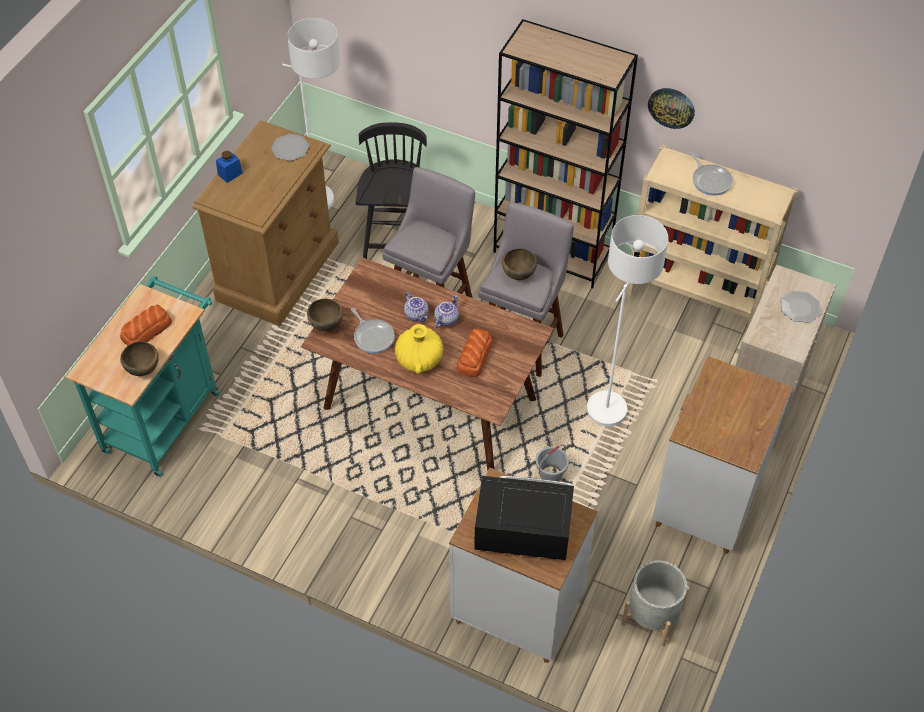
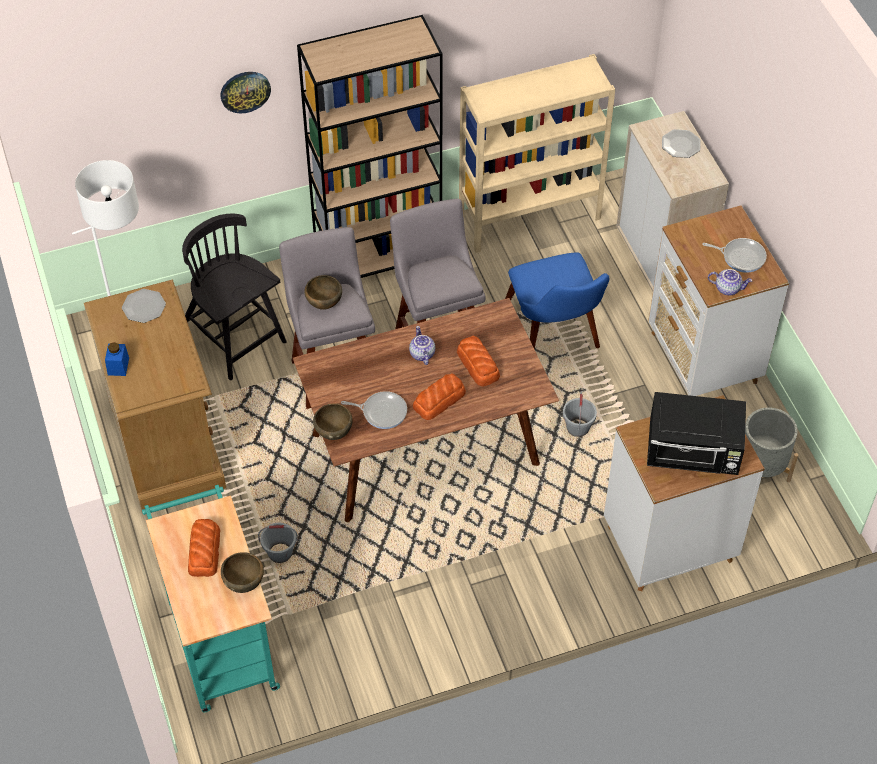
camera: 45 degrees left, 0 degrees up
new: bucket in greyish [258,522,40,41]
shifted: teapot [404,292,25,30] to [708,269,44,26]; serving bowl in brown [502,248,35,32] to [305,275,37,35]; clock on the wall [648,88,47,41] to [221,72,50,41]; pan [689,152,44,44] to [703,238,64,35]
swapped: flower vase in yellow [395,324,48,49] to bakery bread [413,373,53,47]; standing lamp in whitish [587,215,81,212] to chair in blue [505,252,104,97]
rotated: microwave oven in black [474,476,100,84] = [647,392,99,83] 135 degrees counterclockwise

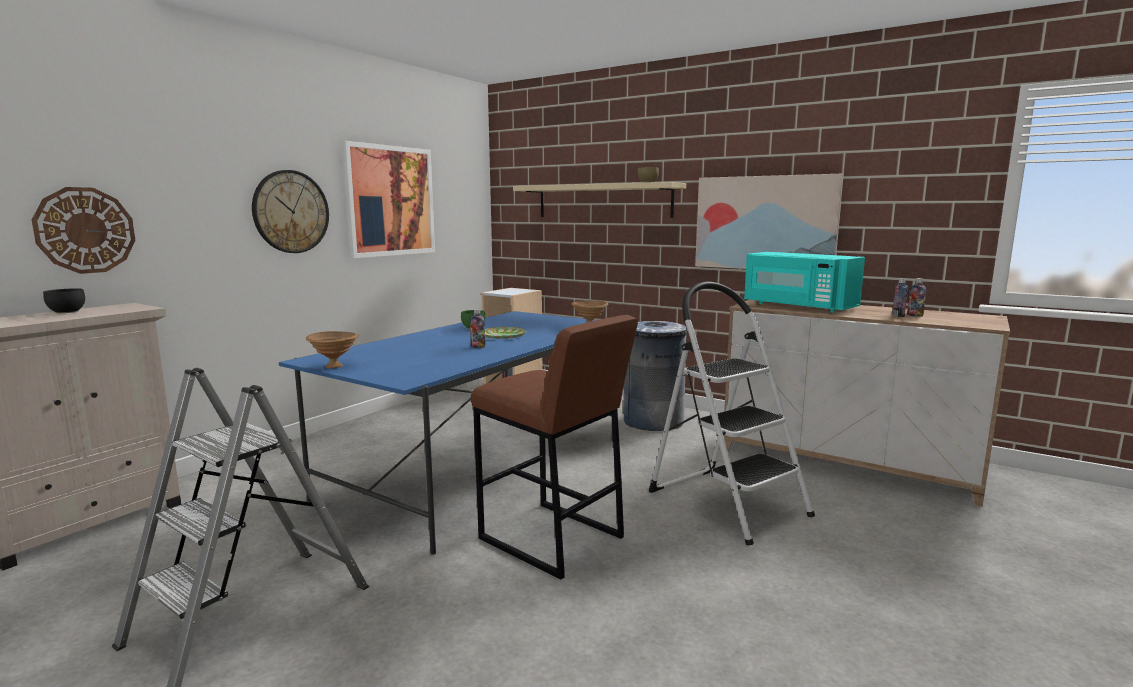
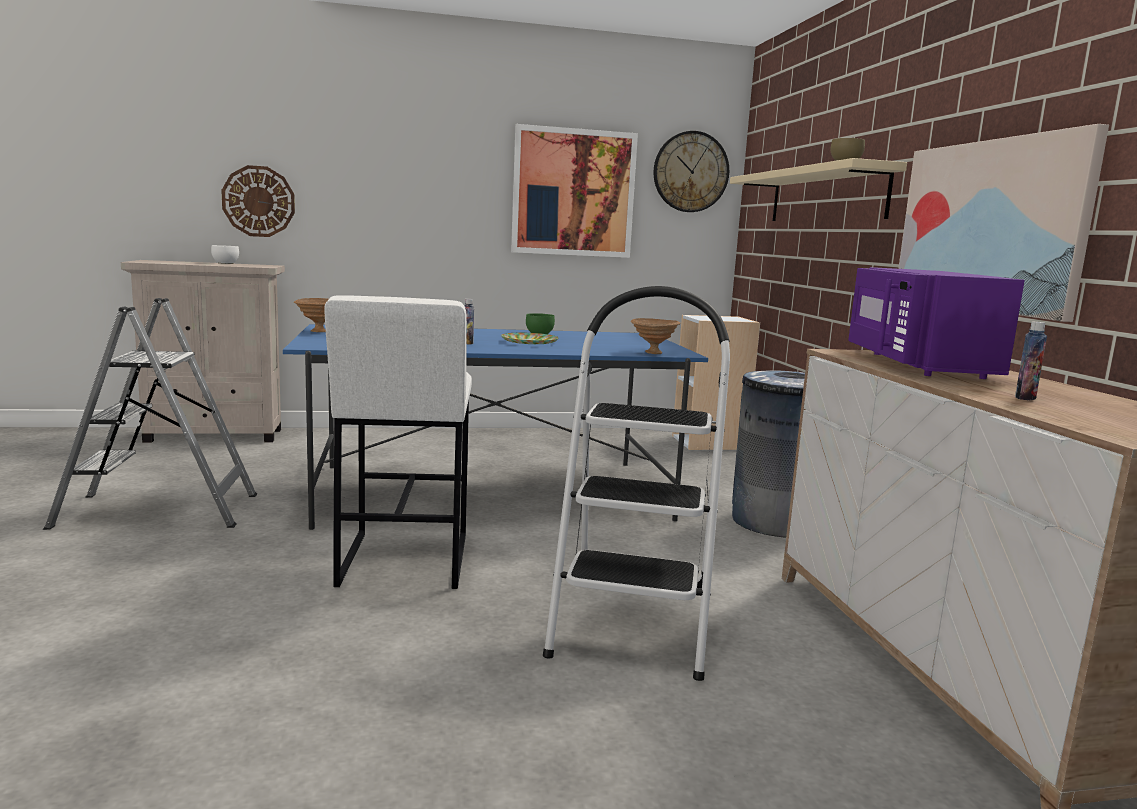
camera: 45 degrees right, 0 degrees up
gone: beverage bottle [907,278,19,39]
shifted: clock on the wall [252,170,77,83] to [653,131,76,81]
repainted: serving bowl in black [43,288,42,25] to serving bowl in whitish [211,245,28,19]; sitting stool in brown [471,315,167,265] to sitting stool in whitish [324,295,148,294]; microwave oven in blue-green [744,252,121,61] to microwave oven in purplish [848,267,177,112]

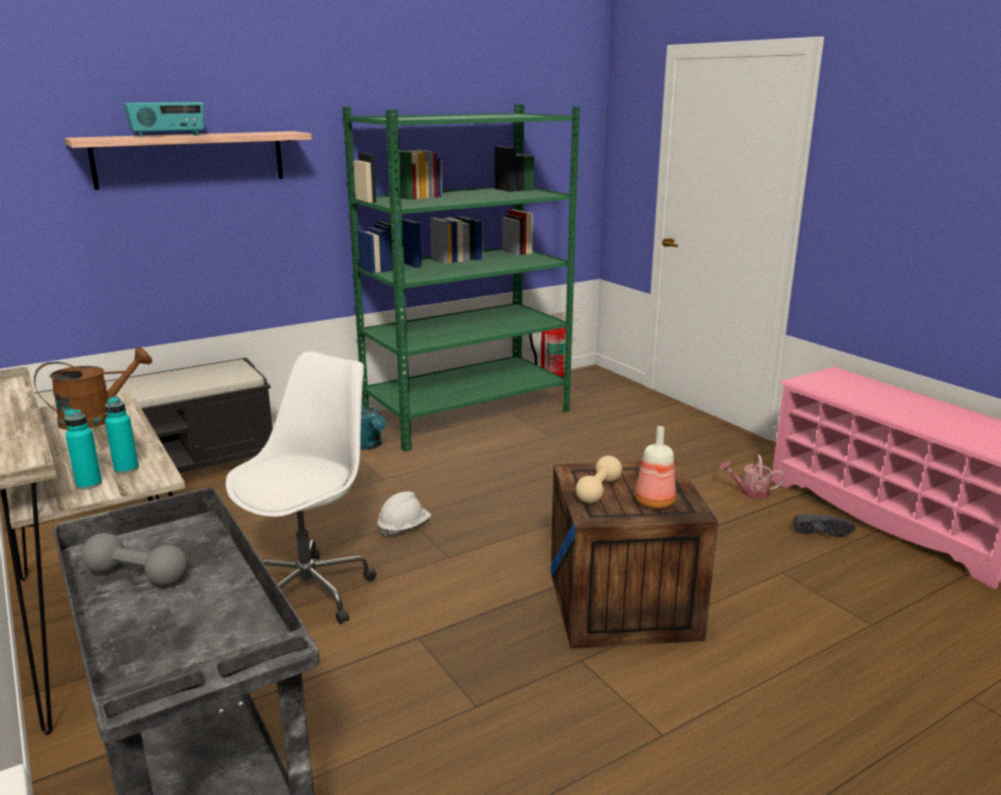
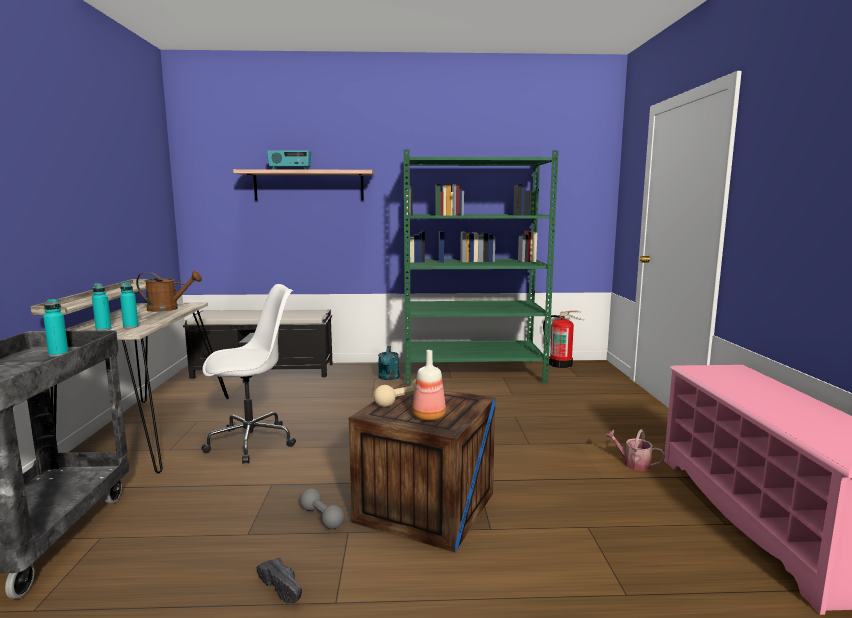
camera: 30 degrees right, 10 degrees down
gone: safety helmet in whitish [377,492,54,46]
new: beverage bottle in blue-green [43,299,26,58]
shifted: free weight in greyish [81,533,107,53] to [300,488,45,41]; shoe in black [794,514,61,23] to [257,558,45,45]

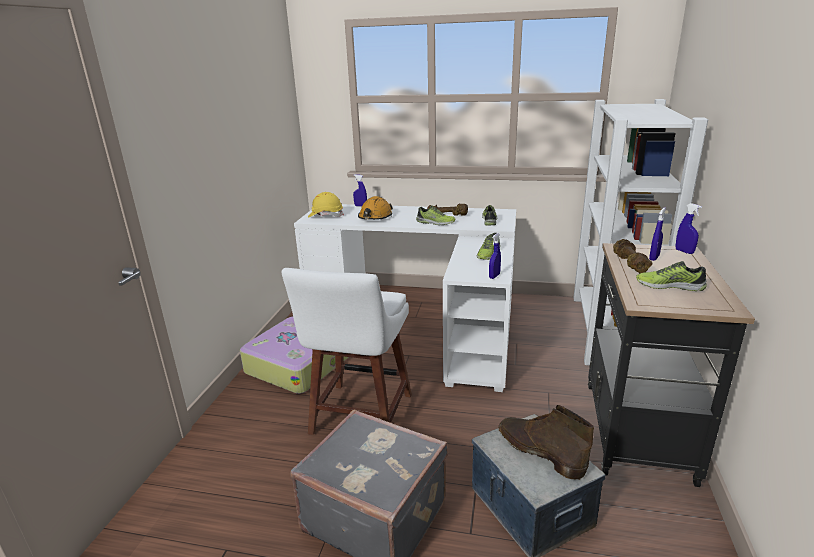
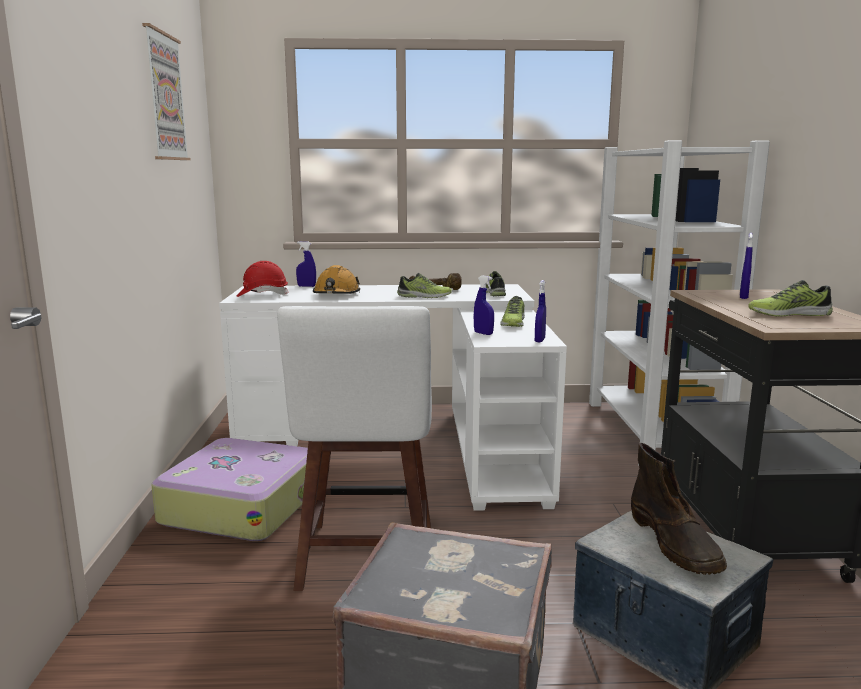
camera: 15 degrees left, 10 degrees down
gone: free weight in brown [613,239,40,34]
new: picture [142,23,49,137]
shifted: sprayer in blue [676,203,26,51] to [474,275,20,60]
repainted: safety helmet in yellow [308,192,36,25] to safety helmet in red [237,261,52,36]
rotated: boot in brown [498,405,96,75] = [631,443,96,132] 135 degrees counterclockwise

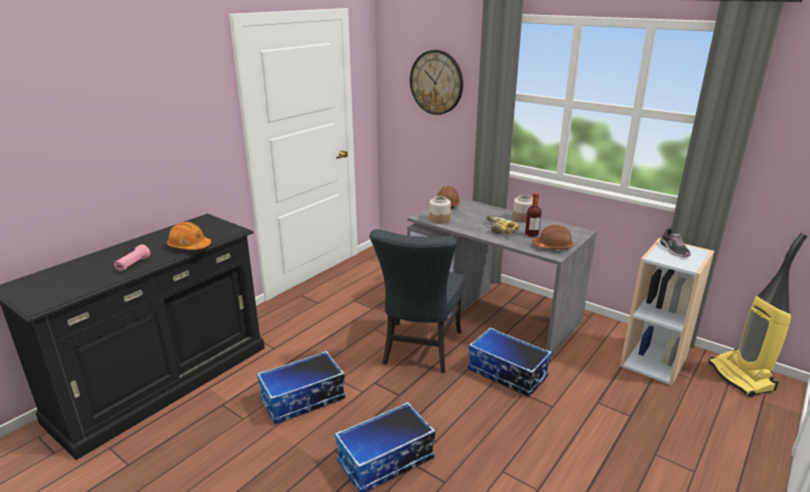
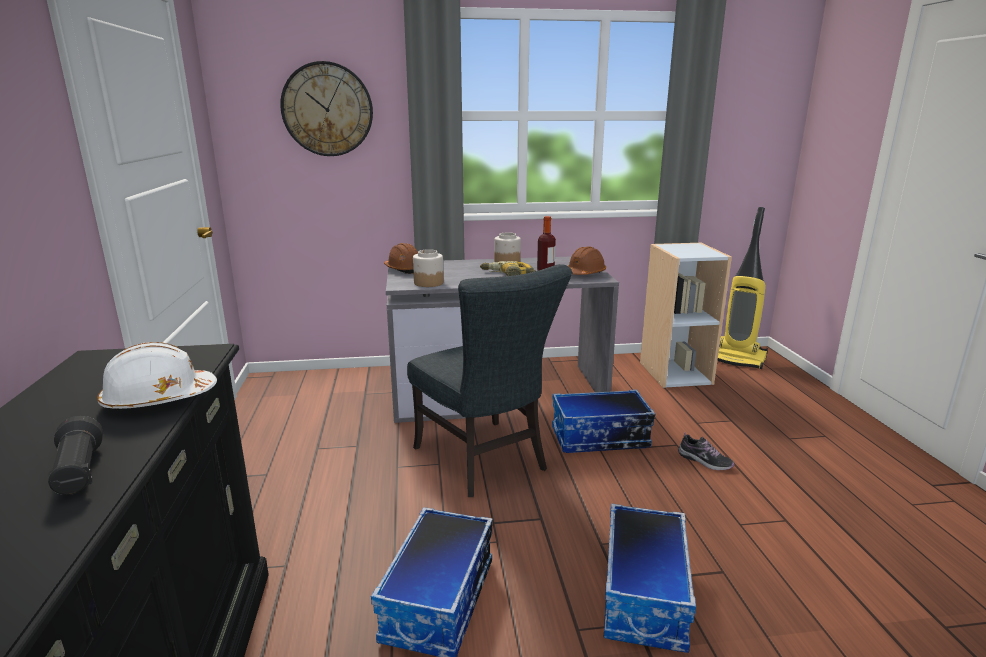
camera: 45 degrees left, 5 degrees down
shifted: shoe [660,226,31,31] to [678,432,56,38]
repainted: hand torch in pinkish [114,244,36,27] to hand torch in black [48,416,55,79]; safety helmet in orange [167,222,44,28] to safety helmet in whitish [97,342,120,69]

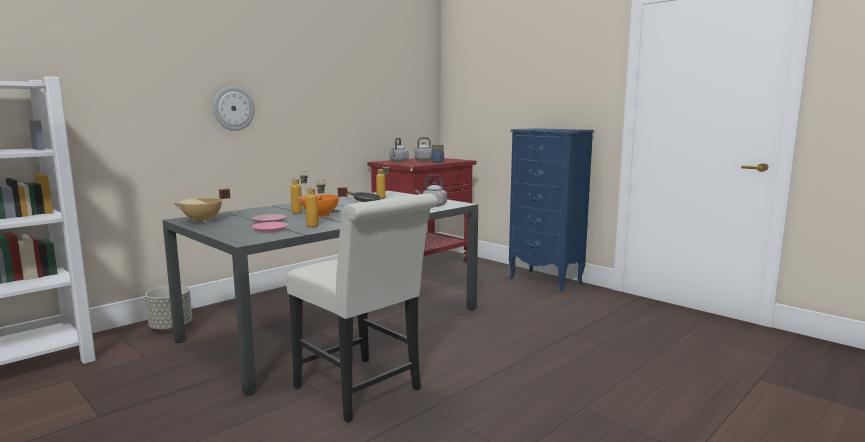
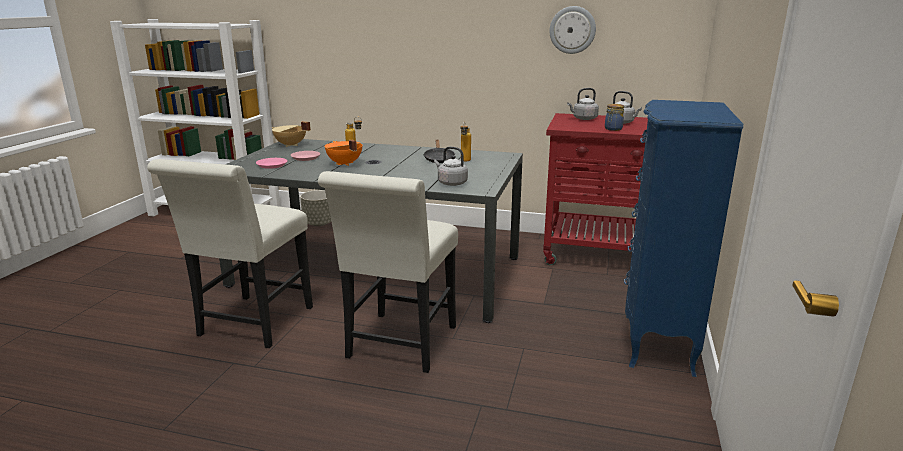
camera: 60 degrees right, 10 degrees up
gone: beverage bottle [305,179,20,48]
new: chair in whitish [318,171,140,202]
shifted: clock on the wall [213,86,42,45] to [549,6,47,48]

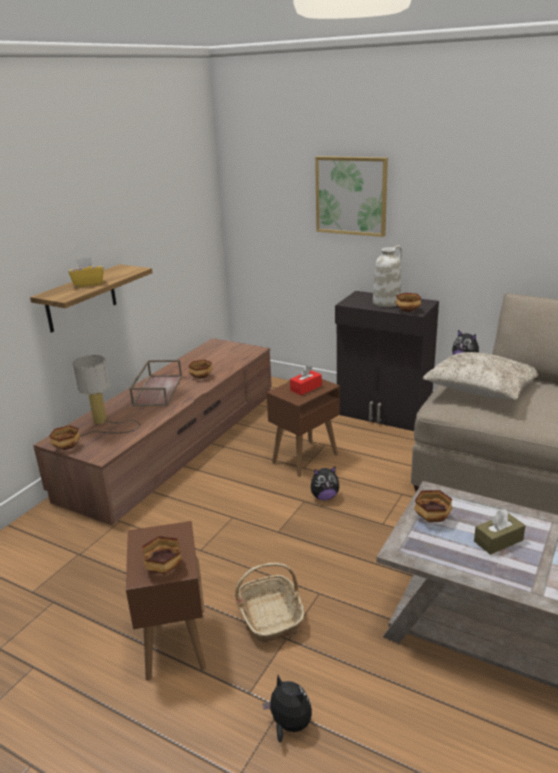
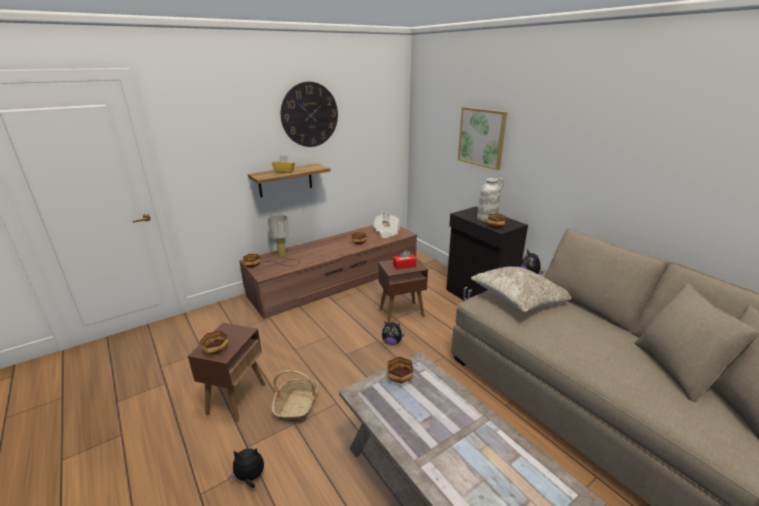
camera: 25 degrees right, 0 degrees up
gone: tray in brown [129,360,53,46]; tissue box in brown [474,509,51,46]
new: clock on the wall [281,82,57,65]; daily paper [373,213,27,25]
rotated: plush toy [263,675,49,68] = [229,448,35,40] 75 degrees counterclockwise

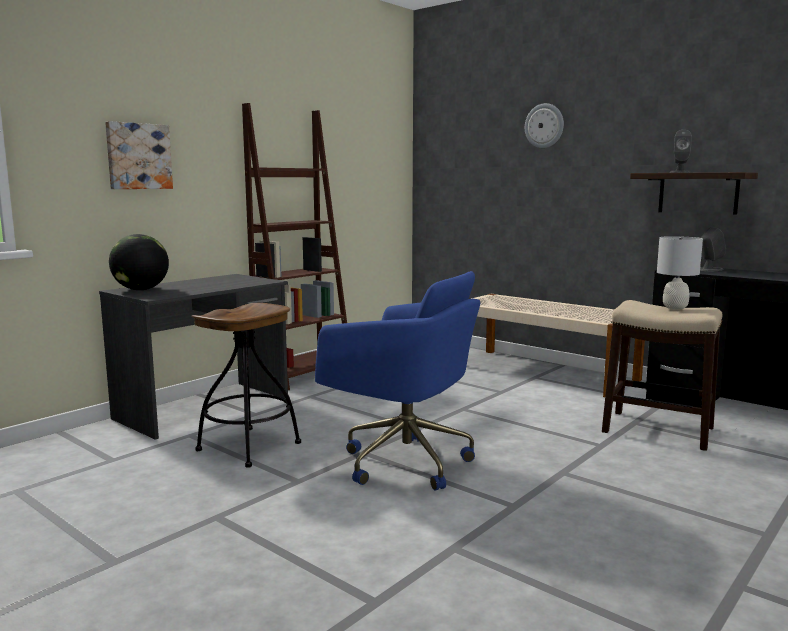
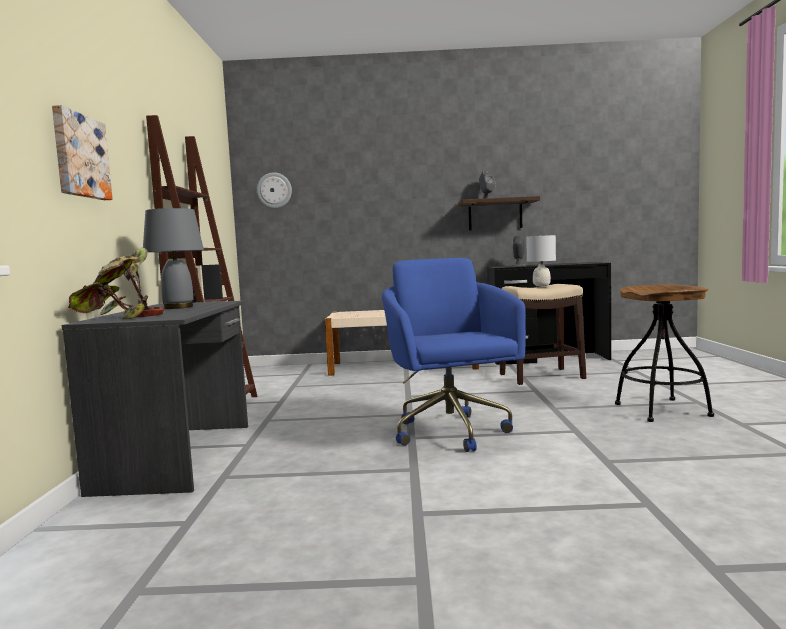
camera: 40 degrees left, 5 degrees down
new: lamp for a table in greyish [143,208,61,101]
shifted: sitting stool in brown [192,303,109,165] to [615,284,99,138]; clock on the wall [525,103,39,45] to [257,172,35,36]
swapped: desk globe [109,234,60,56] to plant in a pot [68,248,96,71]
rotated: office chair in blue [315,271,165,219] = [382,258,144,194] 90 degrees counterclockwise

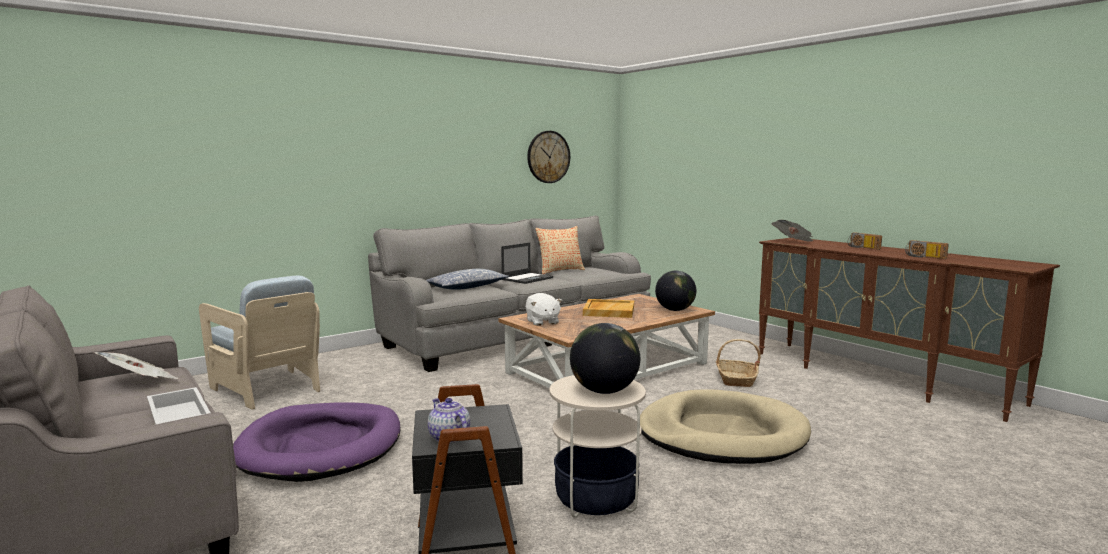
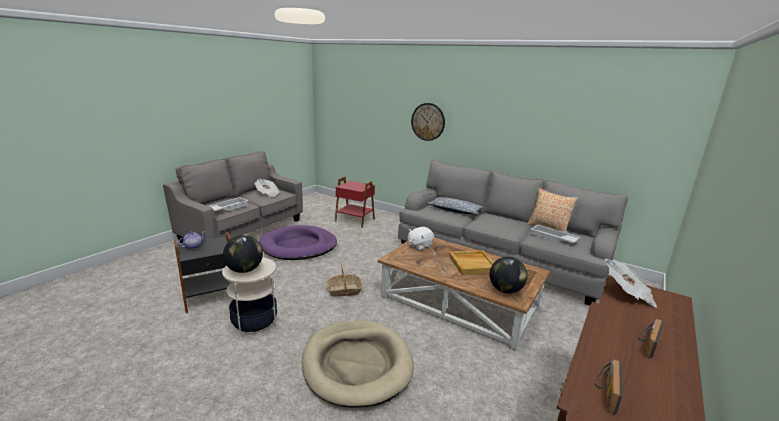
camera: 70 degrees right, 10 degrees up
gone: laptop [501,243,52,41]
new: tray in whitish [531,225,50,18]
shifted: clock on the wall [527,131,43,52] to [411,103,34,38]; basket [716,339,45,48] to [326,263,37,34]
swapped: lounge chair in beige-coloured [199,276,121,134] to accent table in red [335,177,40,51]

